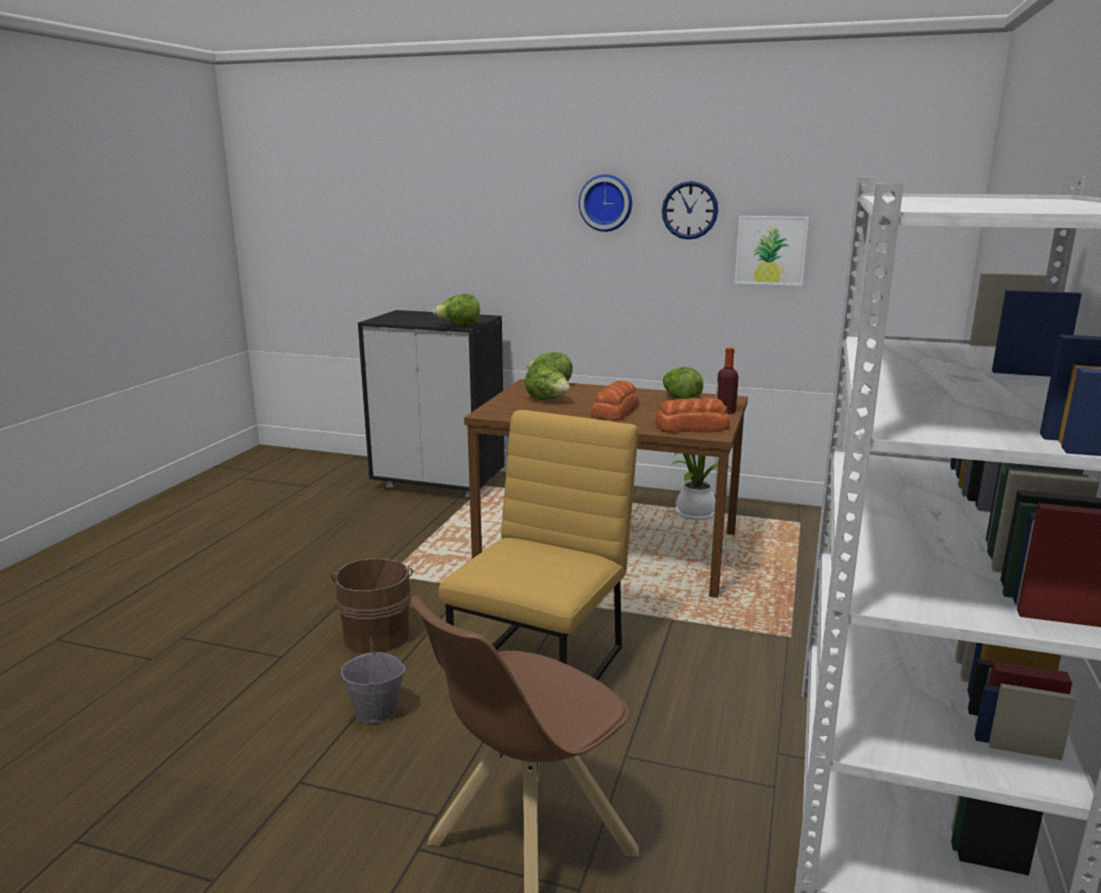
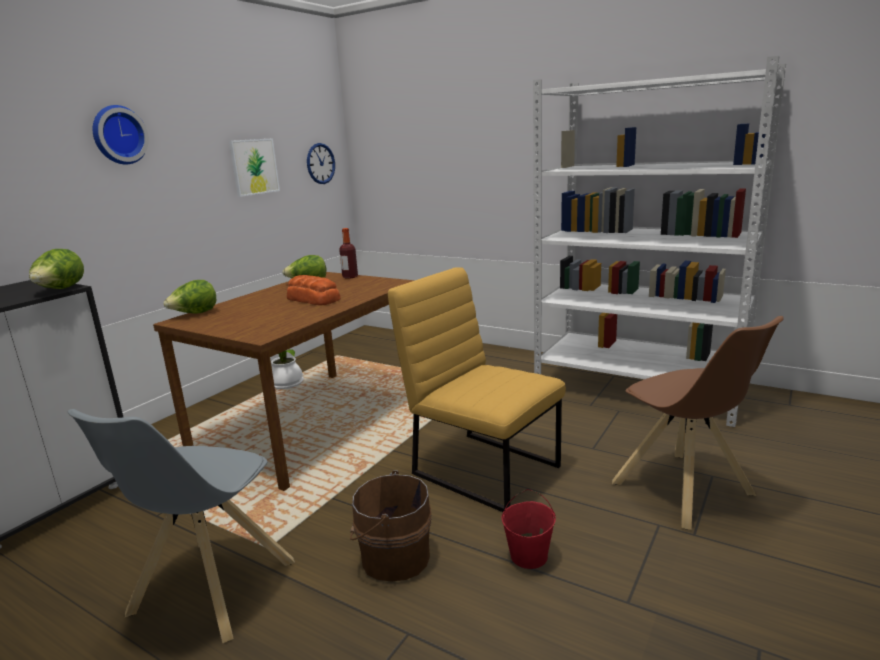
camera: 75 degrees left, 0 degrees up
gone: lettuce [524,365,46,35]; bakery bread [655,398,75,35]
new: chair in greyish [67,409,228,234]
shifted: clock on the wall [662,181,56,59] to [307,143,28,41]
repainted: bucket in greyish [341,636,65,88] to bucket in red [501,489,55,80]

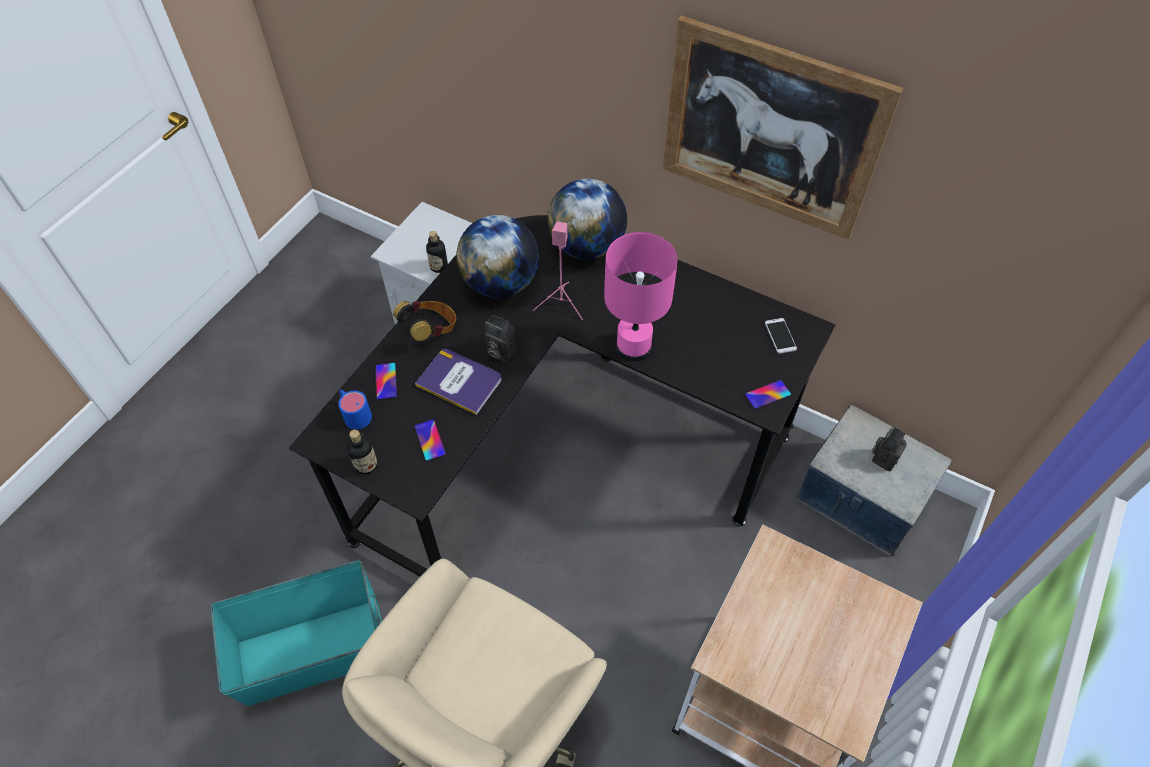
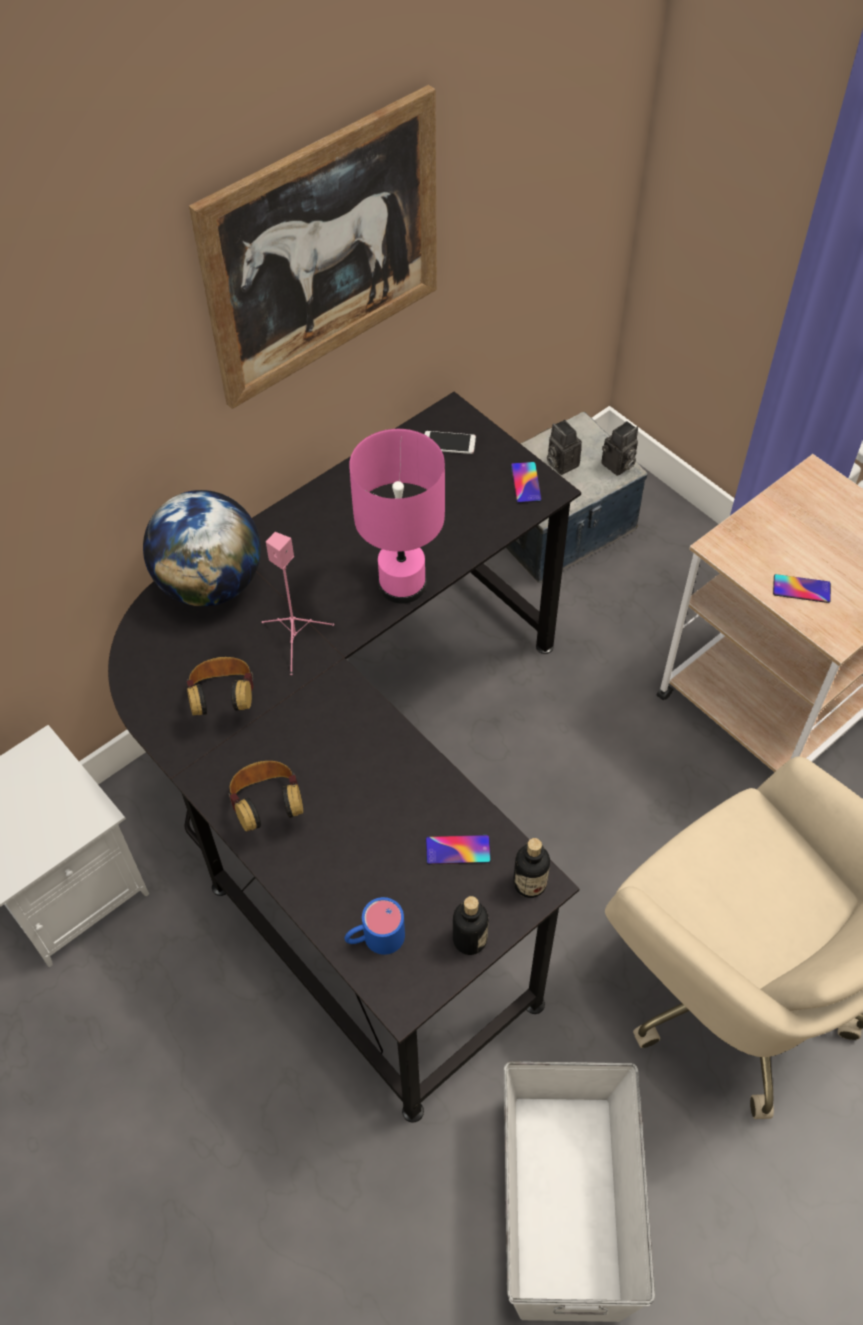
camera: 70 degrees left, 0 degrees up
gone: volume [415,349,86,66]
shifted: handset [375,363,22,37] to [773,574,58,29]; beverage bottle [426,231,22,42] to [513,838,37,60]; still camera [485,314,32,48] to [601,421,37,55]
swapped: desk globe [456,215,83,83] to headphones [187,657,66,58]
repainted: storage bin in blue-green [210,560,172,146] to storage bin in whitish [504,1061,151,261]

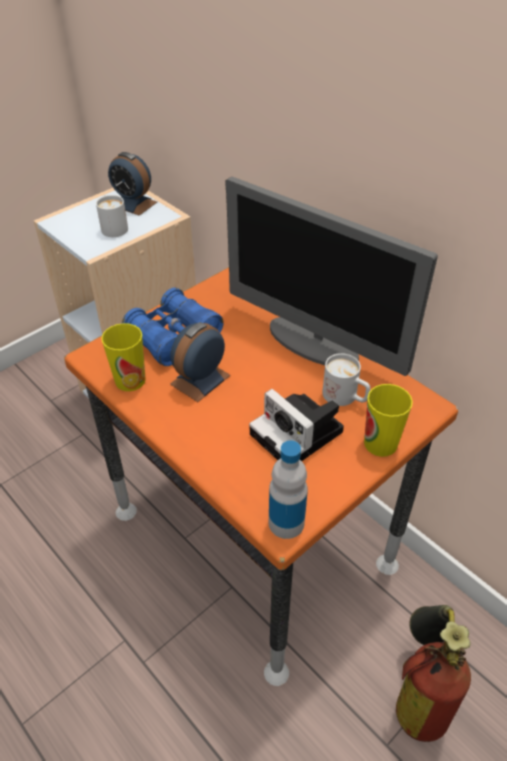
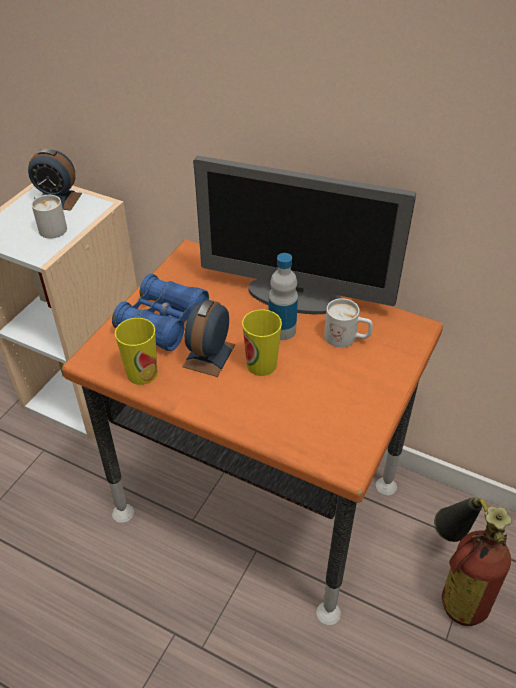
camera: 20 degrees left, 0 degrees up
gone: still camera [249,389,95,72]
shifted: beverage bottle [269,441,39,98] to [269,253,29,87]; cup [364,384,49,73] to [242,309,40,67]

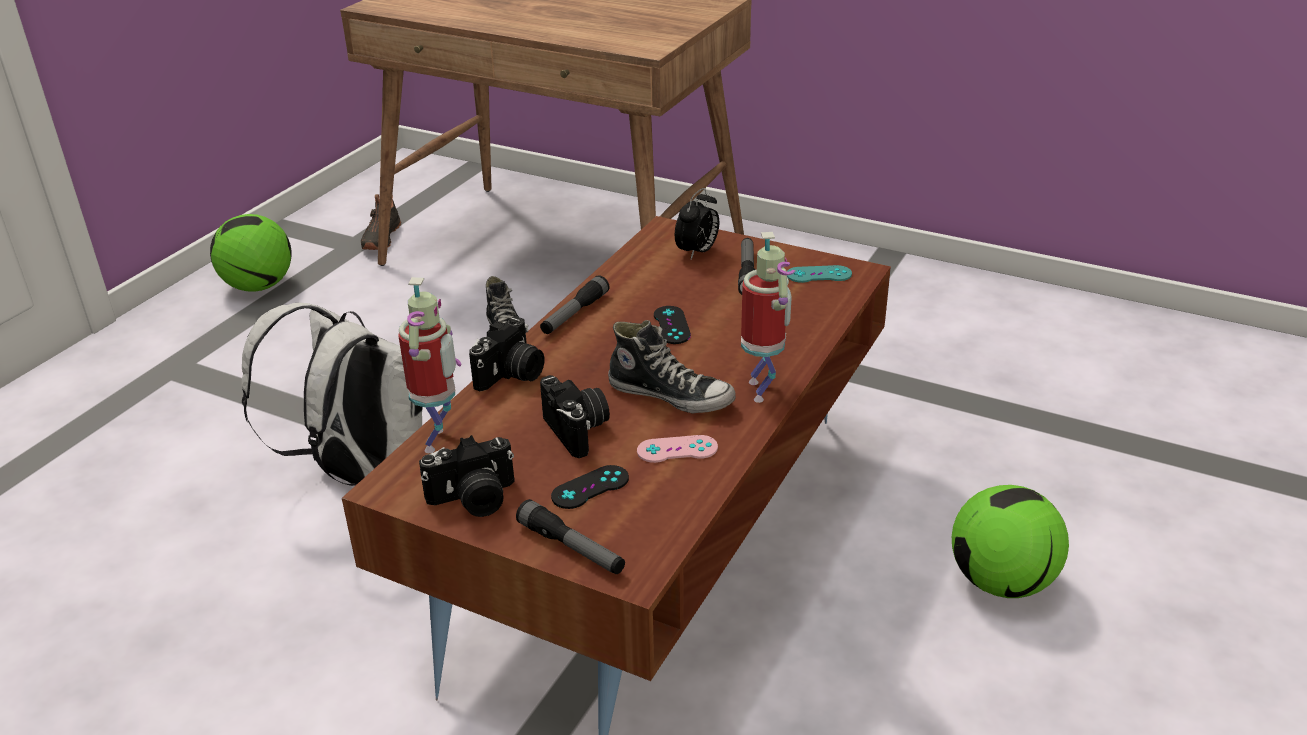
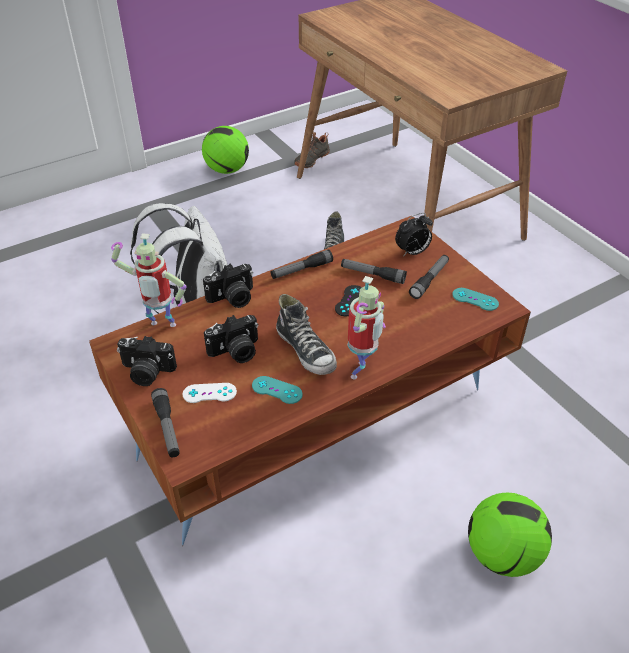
camera: 30 degrees right, 10 degrees up
new: hand torch [341,259,66,25]
repainted: joypad in black [551,465,78,44] to joypad in whitish [183,383,54,20]; joypad in pinkish [637,435,81,28] to joypad in blue-green [252,376,51,28]
rotated: toy robot [398,277,63,176] = [111,233,76,94] 60 degrees clockwise; still camera [540,375,70,83] = [204,315,54,48] 60 degrees clockwise

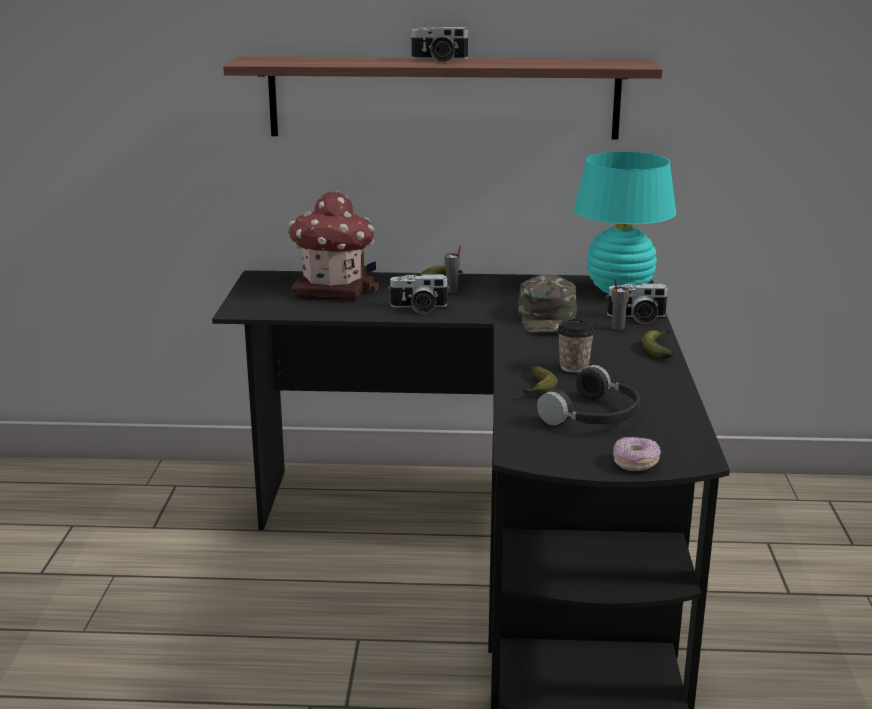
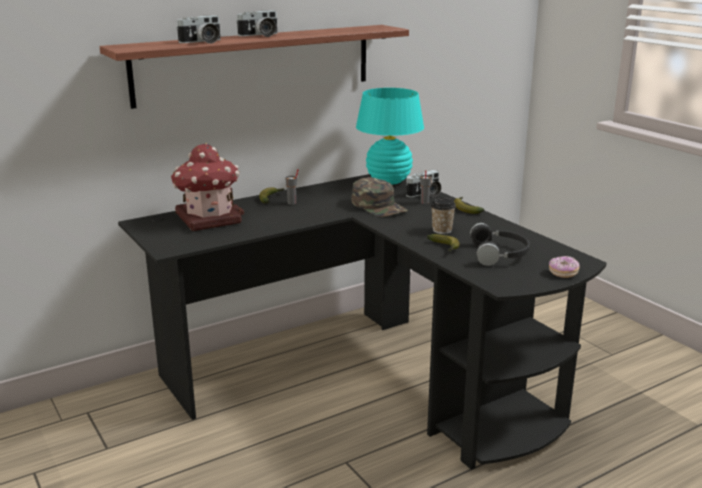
camera: 35 degrees left, 0 degrees up
shifted: still camera [388,274,61,40] to [176,15,44,29]

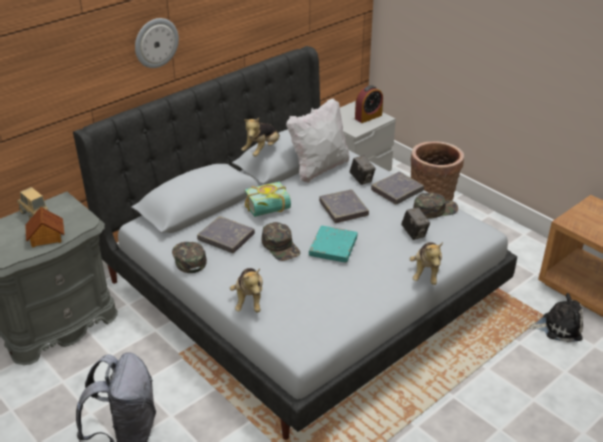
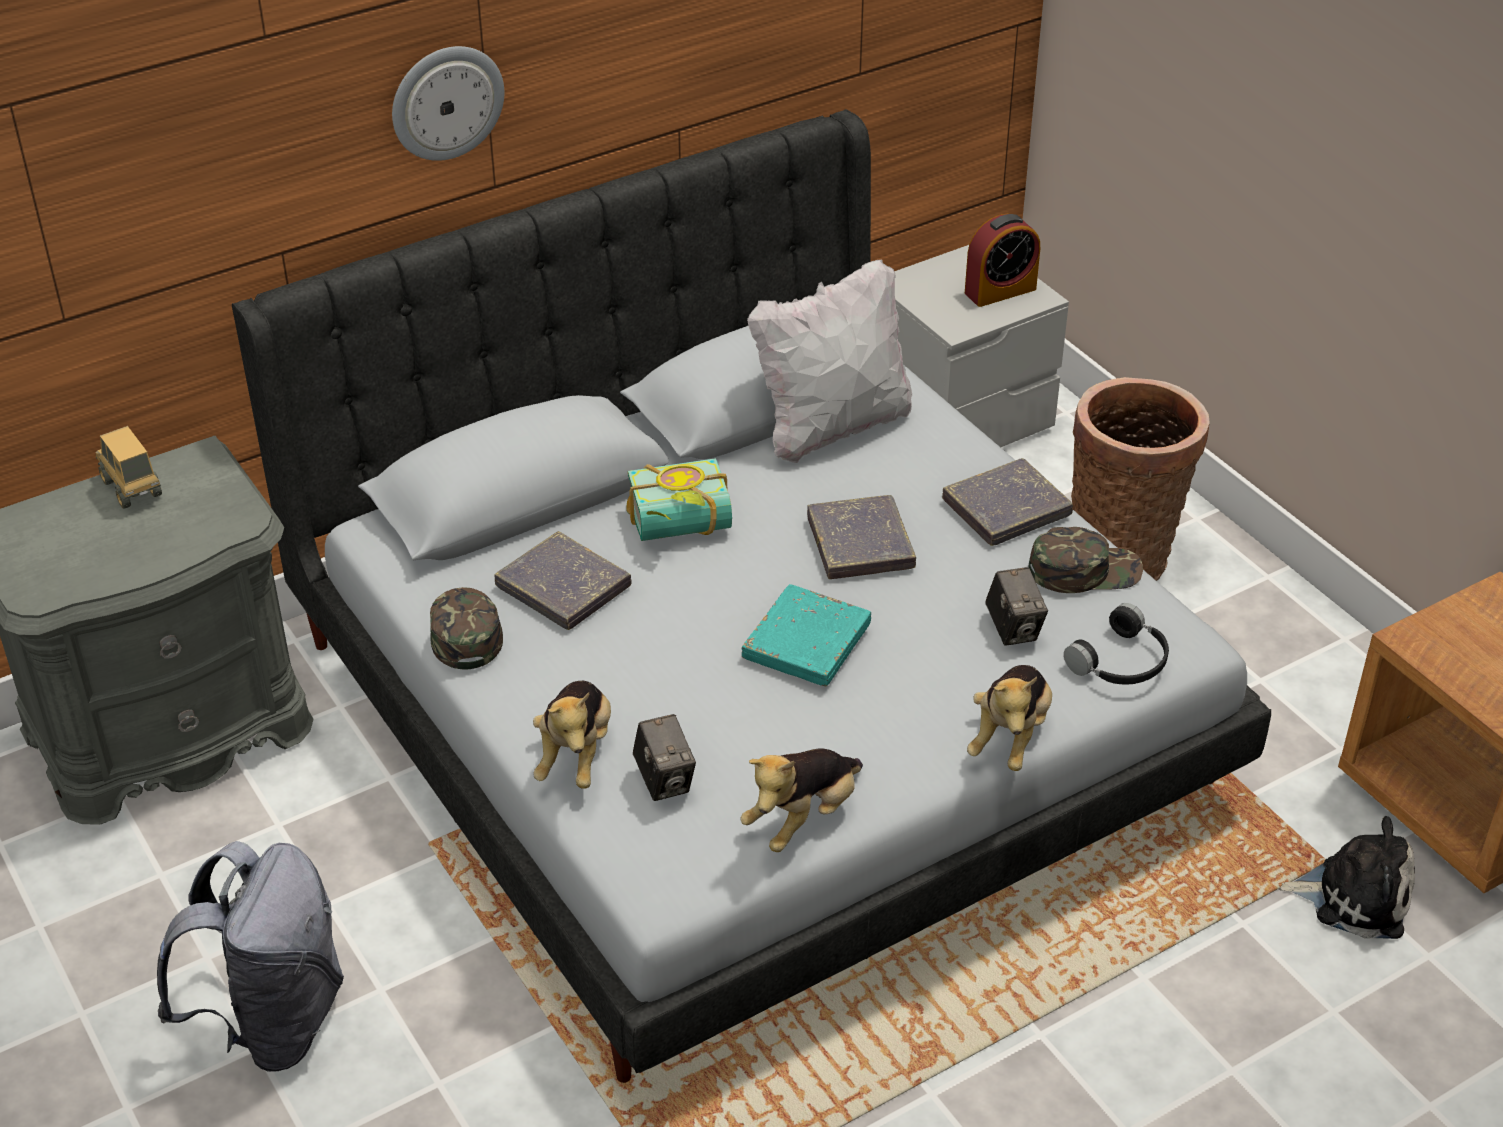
camera: 10 degrees right, 5 degrees up
gone: miniature house [26,207,38,41]; peaked cap in green [262,222,38,39]
new: headphones in black [1064,603,105,82]
shifted: plush toy [241,118,39,39] to [741,748,122,104]; still camera [349,155,27,30] to [633,714,63,87]

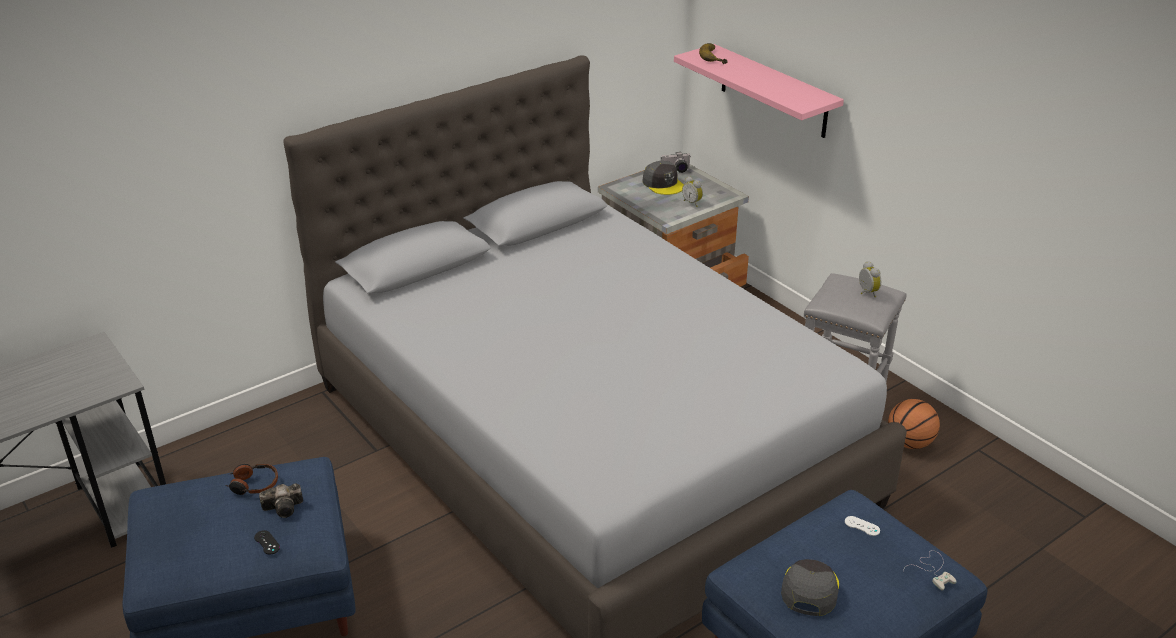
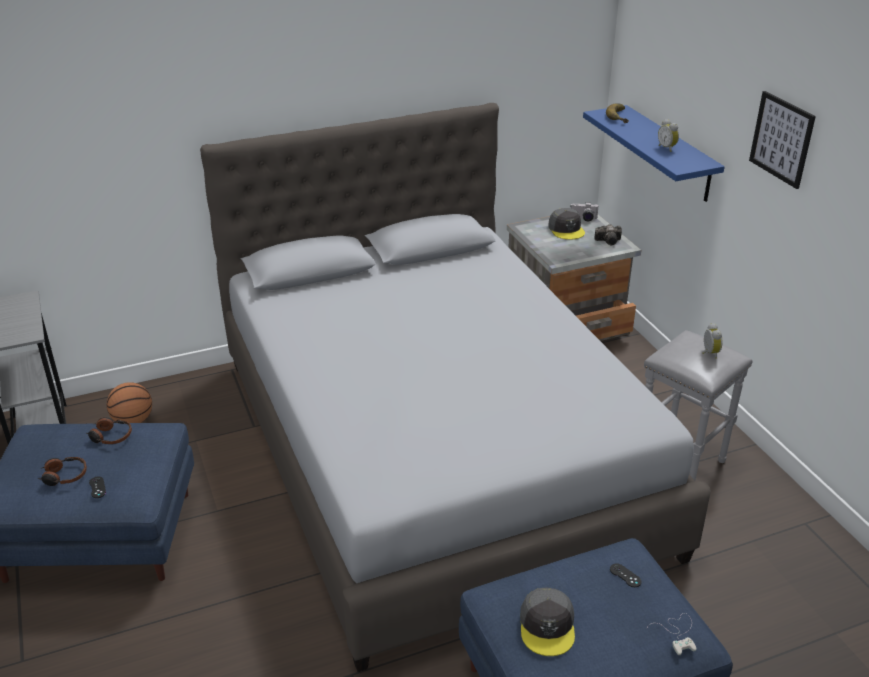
camera: 15 degrees right, 0 degrees up
new: headphones [38,457,49,29]; picture [749,91,67,98]
shifted: still camera [259,483,44,35] to [594,224,28,21]; bedside clock [682,177,21,30] to [658,119,21,33]; basketball [888,399,52,50] to [107,382,45,41]
repainted: bracket shelf in pinkish [674,44,170,94] to bracket shelf in blue [583,105,142,97]; joypad in whitish [845,516,35,20] to joypad in black [610,563,32,24]
rotated: peaked cap in greyish [781,559,58,57] = [520,587,55,69] 150 degrees clockwise

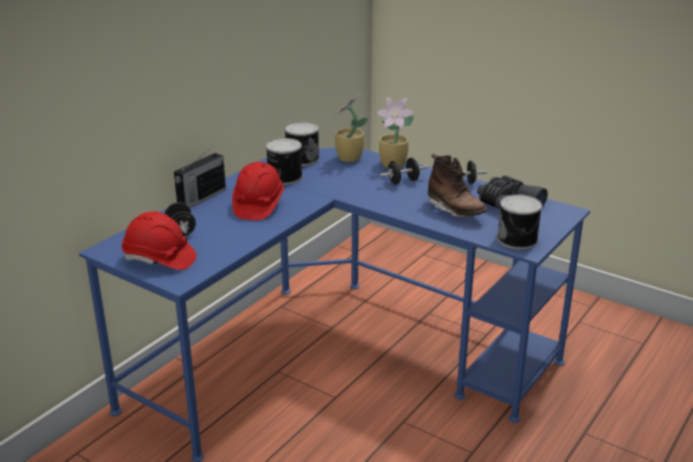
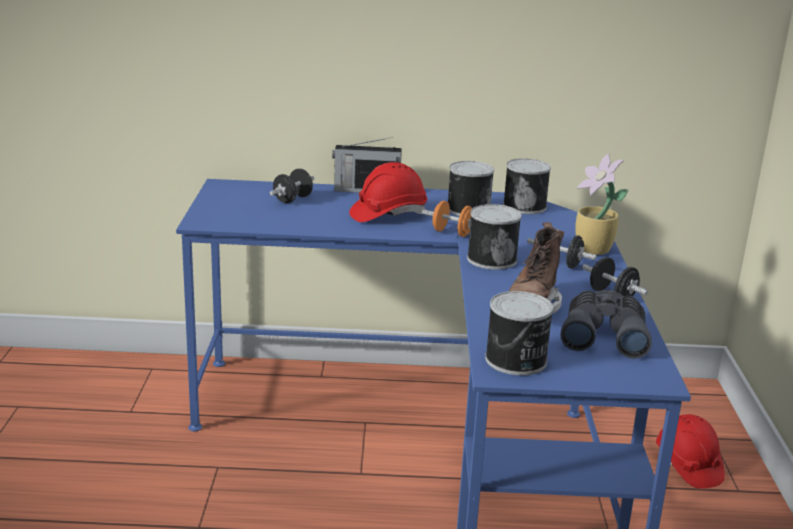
camera: 55 degrees right, 5 degrees down
gone: plant in a pot [332,93,36,69]
new: free weight in orange [422,201,50,36]; metal can [467,204,55,66]
shifted: safety helmet in red [121,212,76,58] to [656,414,69,75]

